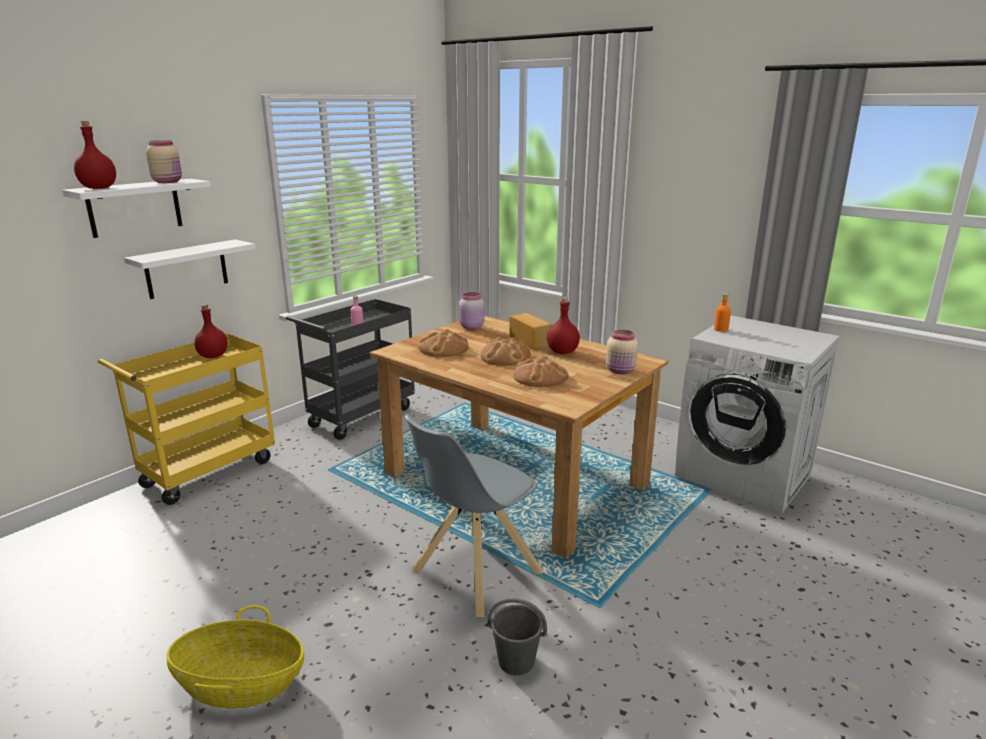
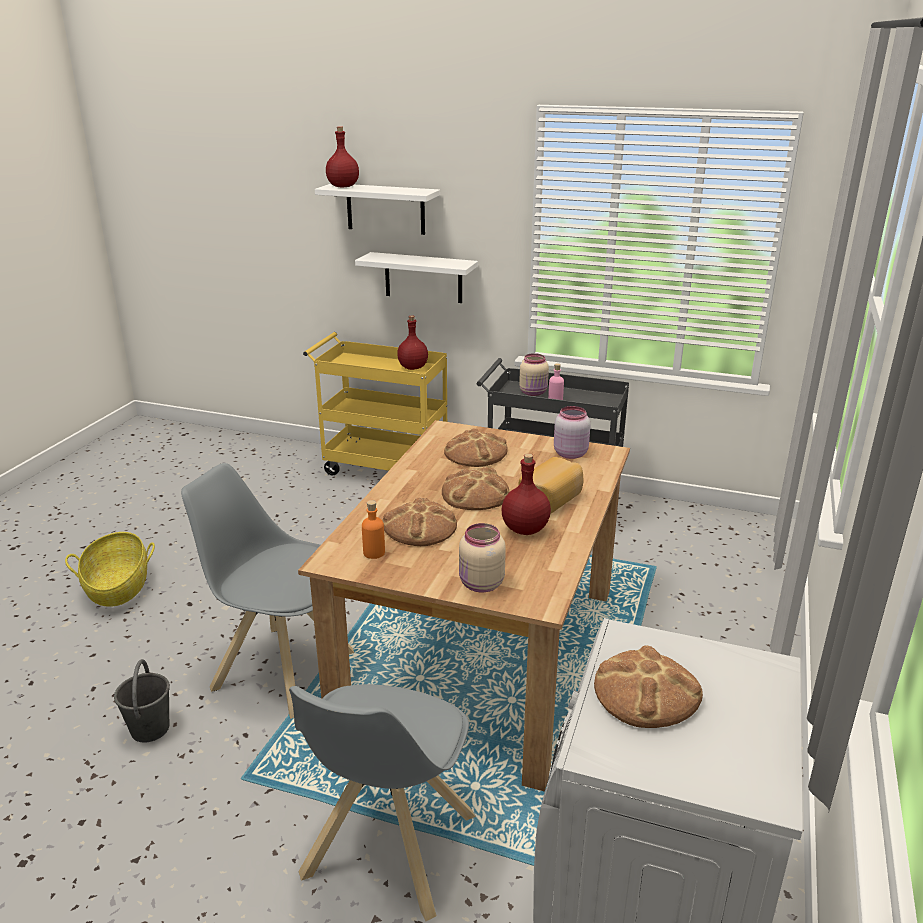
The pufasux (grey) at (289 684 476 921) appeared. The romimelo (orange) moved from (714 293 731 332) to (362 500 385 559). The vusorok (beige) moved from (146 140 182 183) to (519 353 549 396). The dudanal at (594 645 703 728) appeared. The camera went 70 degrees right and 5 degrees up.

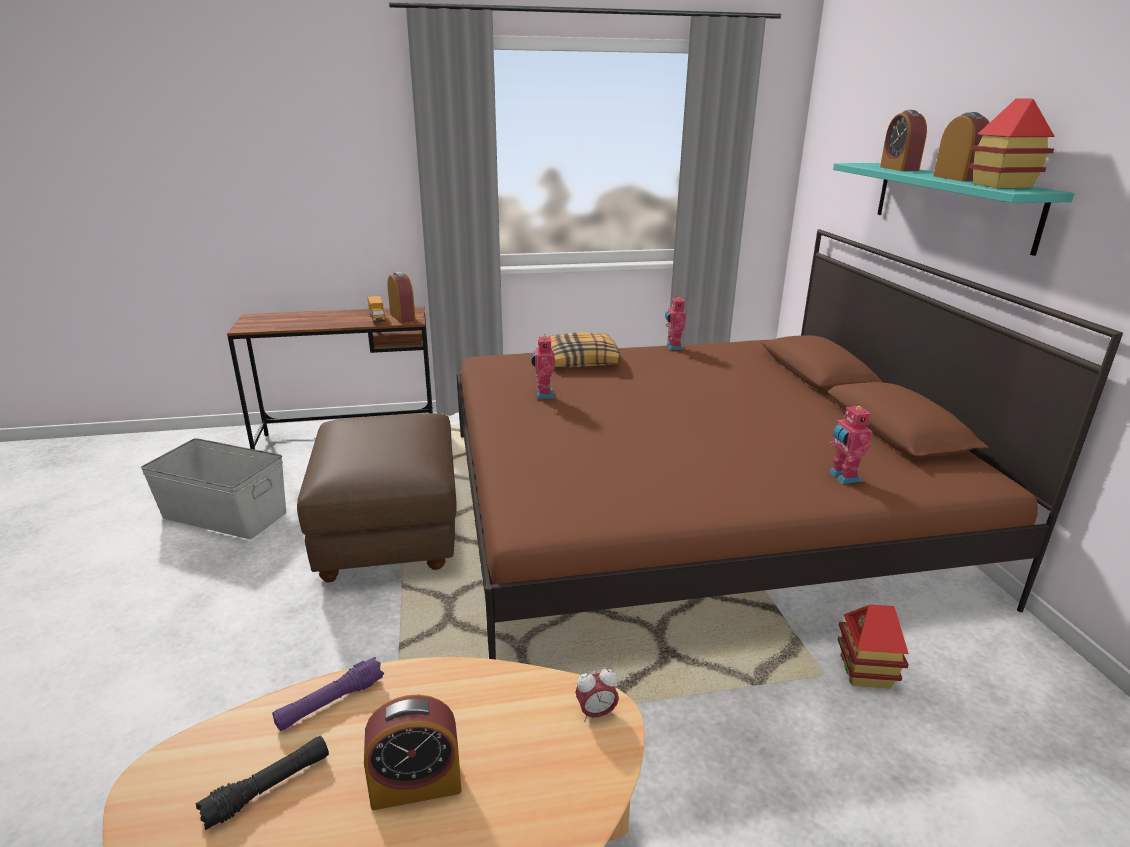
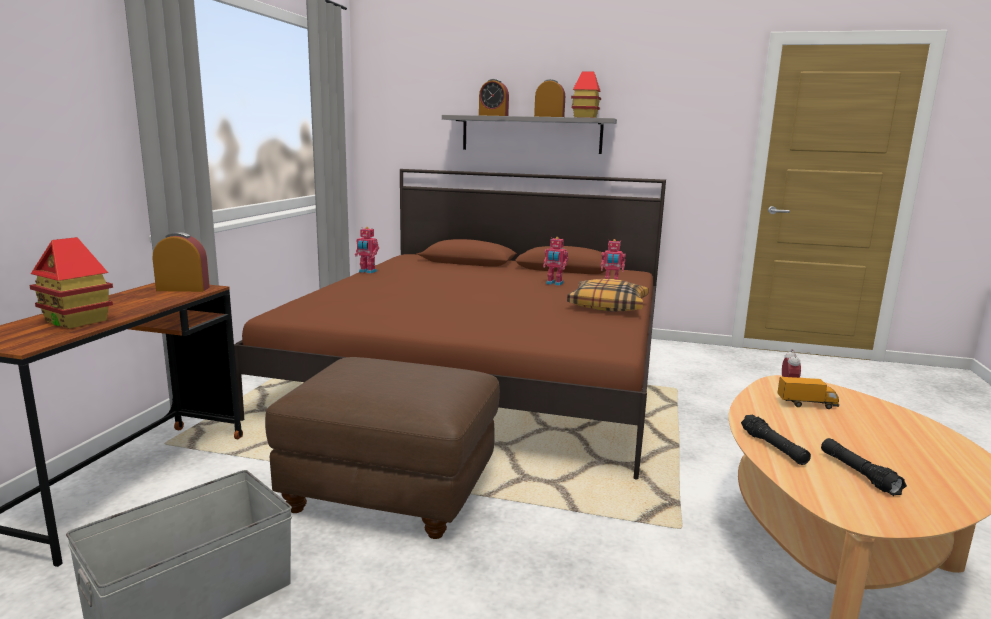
The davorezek moved from (838 605 909 688) to (29 237 113 329). The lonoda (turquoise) at (833 163 1075 256) became the lonoda (grey) at (442 115 617 154). The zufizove moved from (531 334 555 399) to (543 237 568 286). The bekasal moved from (547 332 621 367) to (567 279 649 312). The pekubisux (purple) at (272 657 384 731) became the pekubisux (black) at (741 414 811 465). The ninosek moved from (367 296 386 323) to (777 377 839 409). The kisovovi at (364 694 461 810) disappeared. The camera went 65 degrees left and 10 degrees down.

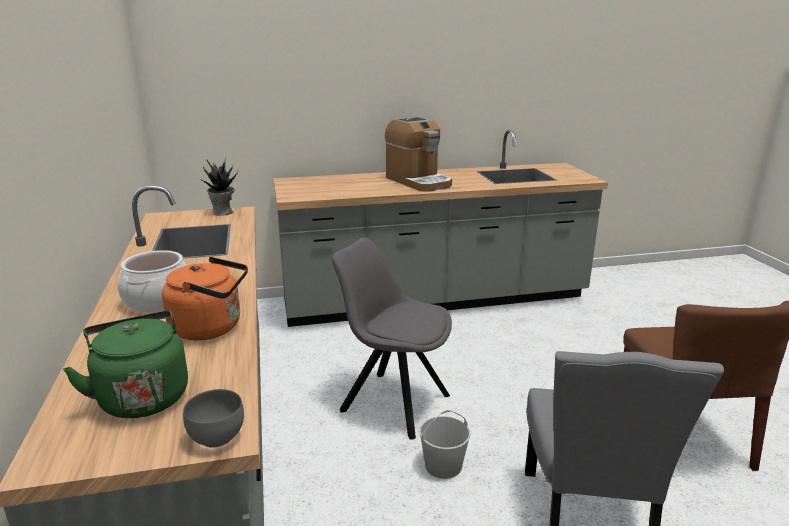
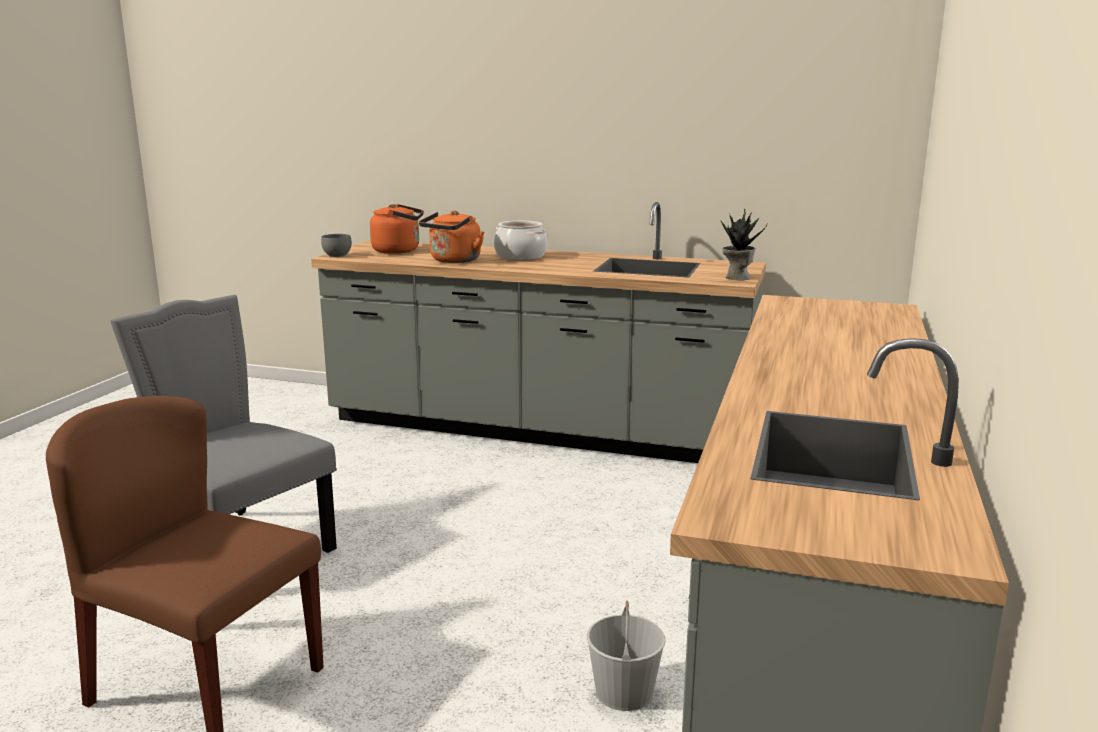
The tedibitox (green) at (63 311 188 418) became the tedibitox (orange) at (370 204 424 254). The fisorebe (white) moved from (419 410 471 479) to (587 600 666 711). The pufasux (grey) at (332 237 452 440) disappeared. The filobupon at (385 117 452 191) disappeared. The camera went 120 degrees right and 5 degrees down.

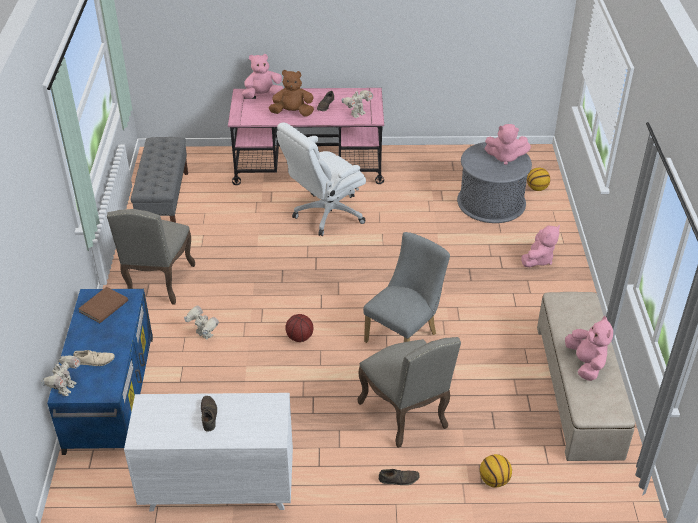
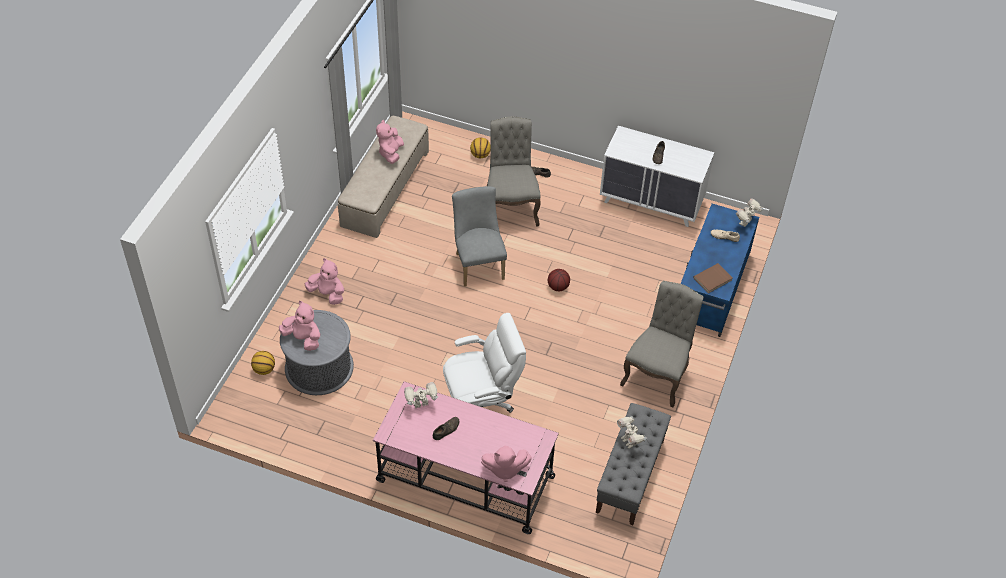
The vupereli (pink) at (521 225 560 267) turned 60 degrees clockwise. The pufasux (grey) at (363 232 450 343) turned 105 degrees clockwise. The zufizove moved from (184 305 219 340) to (617 416 647 449). The vupereli (brown) at (269 70 314 116) disappeared. The camera went 160 degrees left and 10 degrees up.

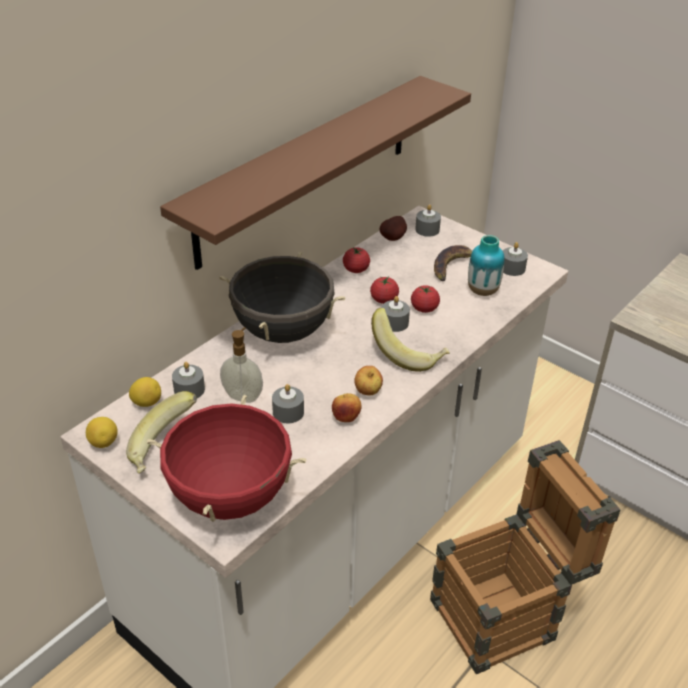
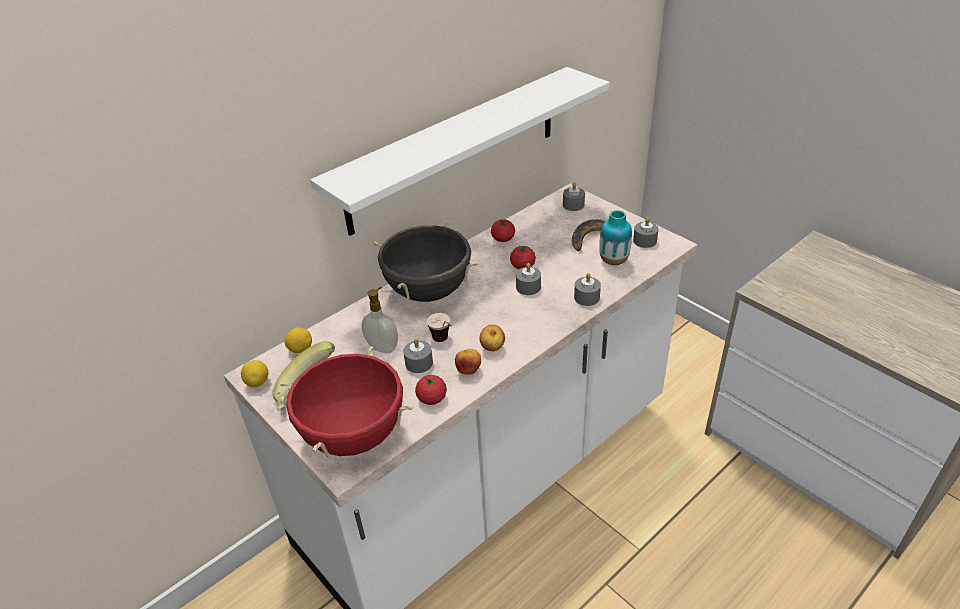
The lonoda (brown) at (160 76 471 270) became the lonoda (white) at (310 67 610 236). The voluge moved from (411 285 440 313) to (415 375 447 405). The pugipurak at (427 313 452 342) appeared. The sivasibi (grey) moved from (172 362 205 398) to (574 273 601 306). The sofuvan at (371 308 450 372) disappeared. The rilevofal at (380 216 407 241) disappeared. The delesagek at (430 440 620 674) disappeared. The camera went 10 degrees right and 0 degrees up.

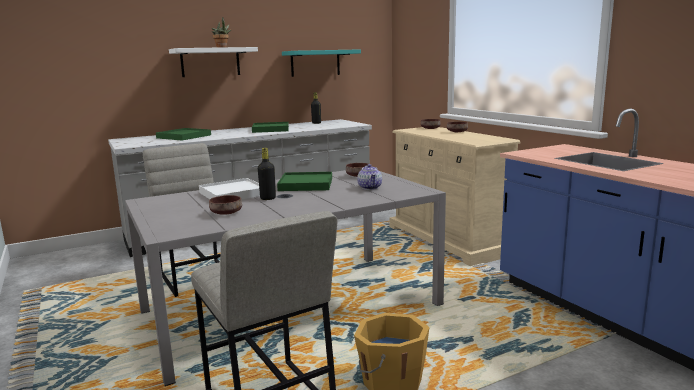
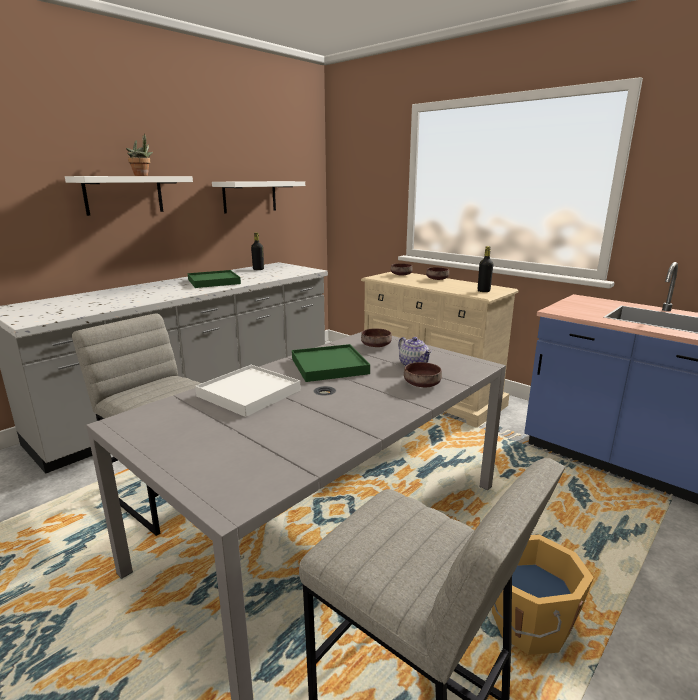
The lonoda (turquoise) at (282 49 361 77) became the lonoda (white) at (212 181 305 213). The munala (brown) moved from (209 195 242 215) to (404 362 442 387). The romimelo (black) moved from (258 148 276 200) to (478 246 493 292). The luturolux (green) at (156 128 211 140) disappeared. The camera went 20 degrees left and 5 degrees up.

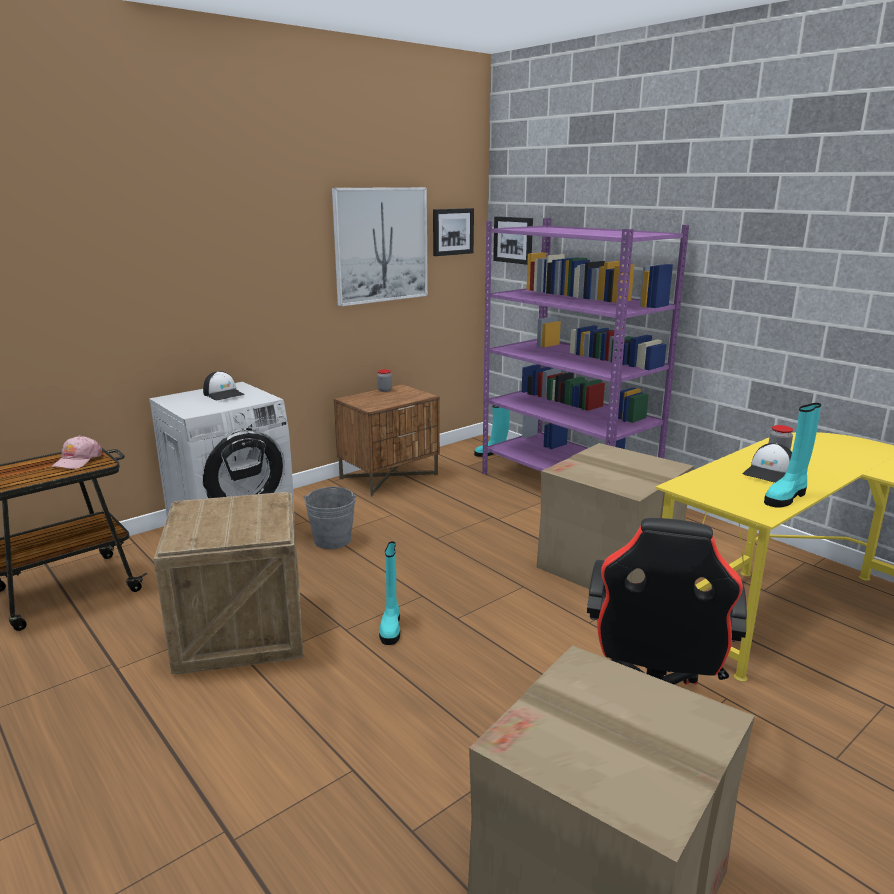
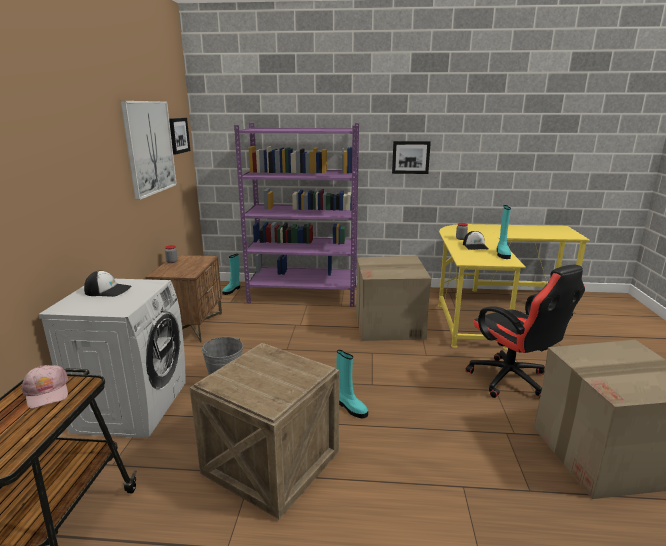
The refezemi moved from (493 216 533 265) to (392 141 431 174). The camera went 45 degrees left and 0 degrees up.

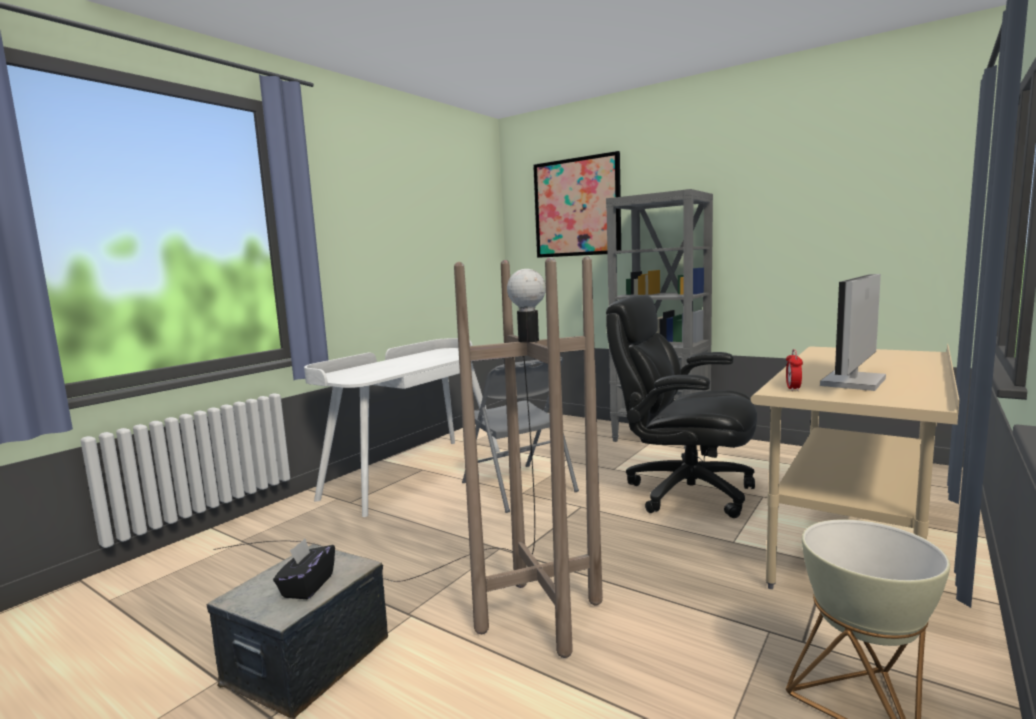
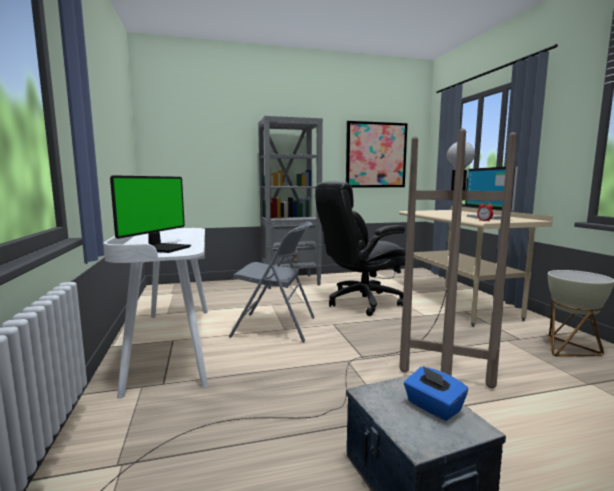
The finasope at (110 175 191 253) appeared. The refezemi moved from (533 151 621 258) to (346 121 408 188). The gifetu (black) at (273 539 335 599) became the gifetu (blue) at (404 366 468 421). The camera went 50 degrees left and 0 degrees up.

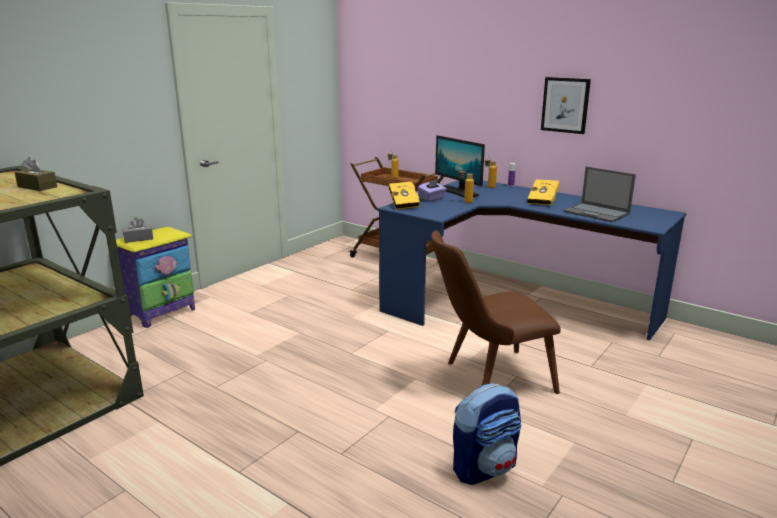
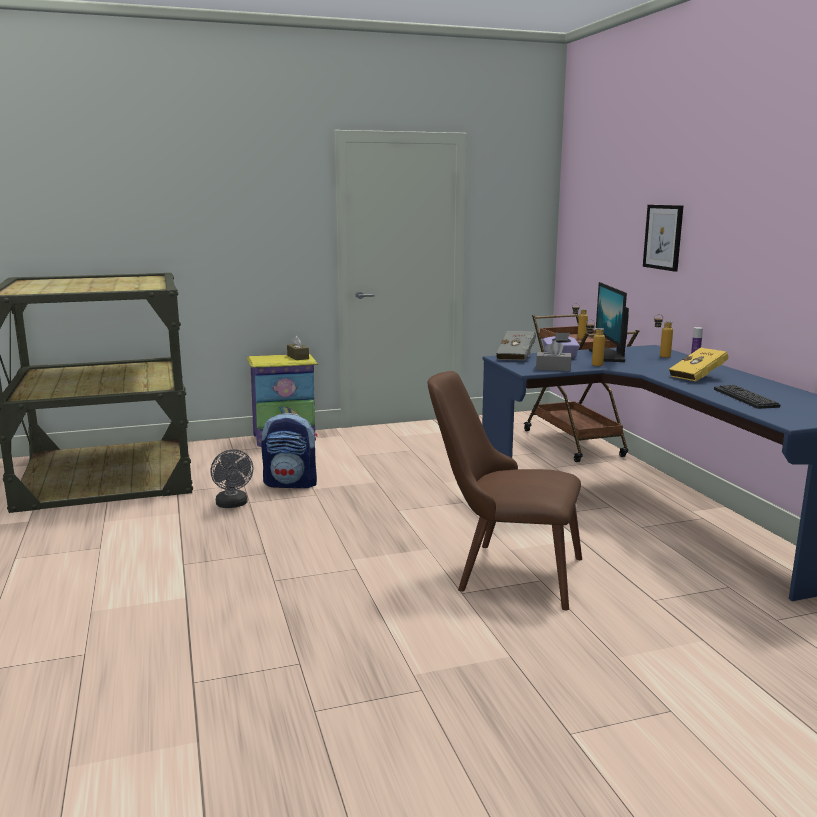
The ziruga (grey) at (210 449 253 508) appeared. The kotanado moved from (453 383 521 485) to (261 413 317 488). The gifetu (brown) moved from (14 157 57 191) to (287 336 309 360). The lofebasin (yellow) at (389 181 420 210) became the lofebasin (grey) at (496 331 536 361). The gifetu (grey) moved from (123 217 153 243) to (536 340 572 371). The refezemi moved from (541 77 591 134) to (643 205 683 272). The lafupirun at (563 167 636 222) was replaced by the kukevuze at (714 385 780 409). The camera went 35 degrees right and 5 degrees down.

